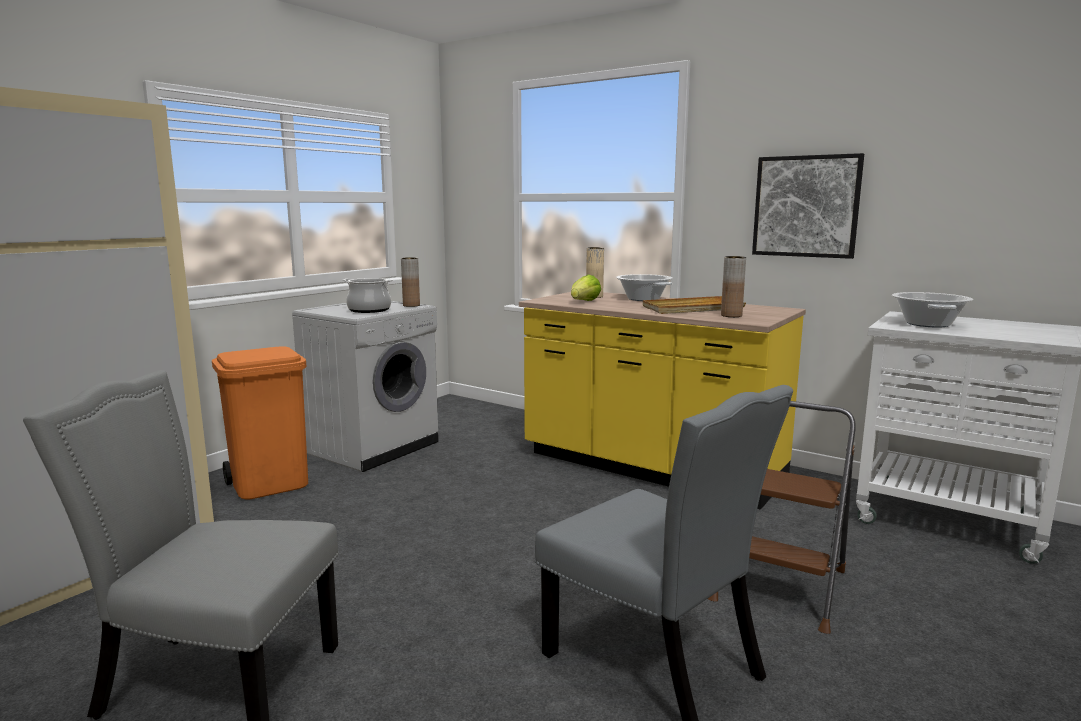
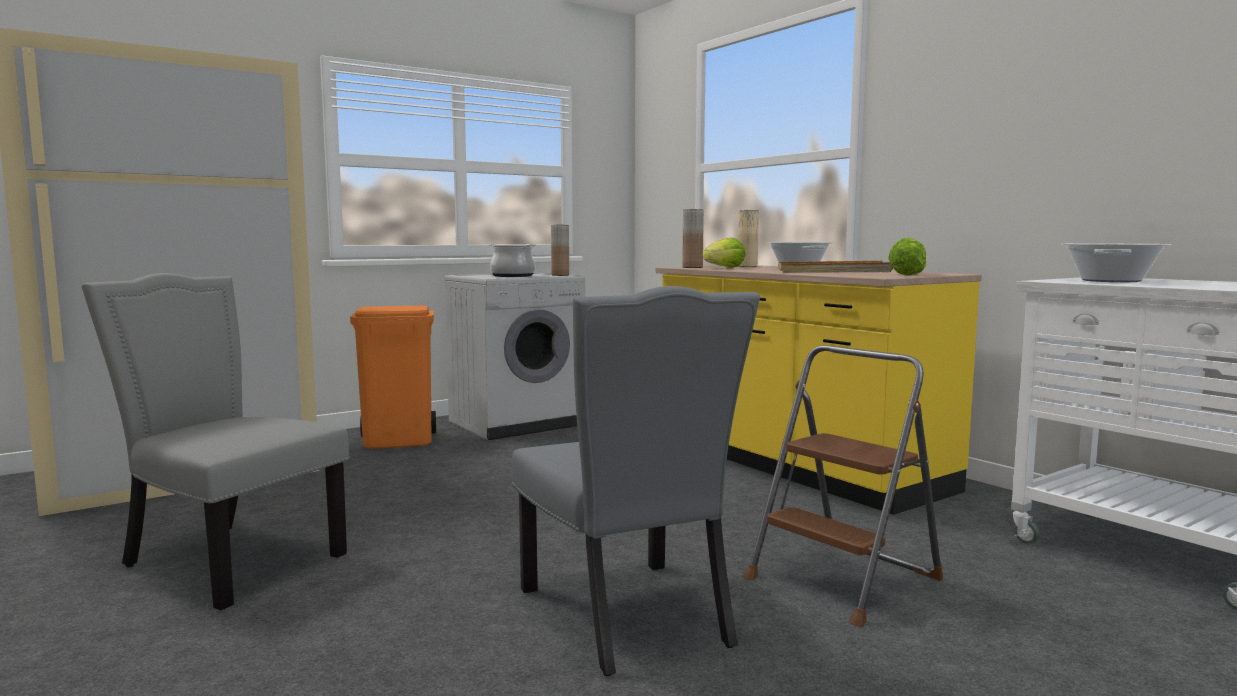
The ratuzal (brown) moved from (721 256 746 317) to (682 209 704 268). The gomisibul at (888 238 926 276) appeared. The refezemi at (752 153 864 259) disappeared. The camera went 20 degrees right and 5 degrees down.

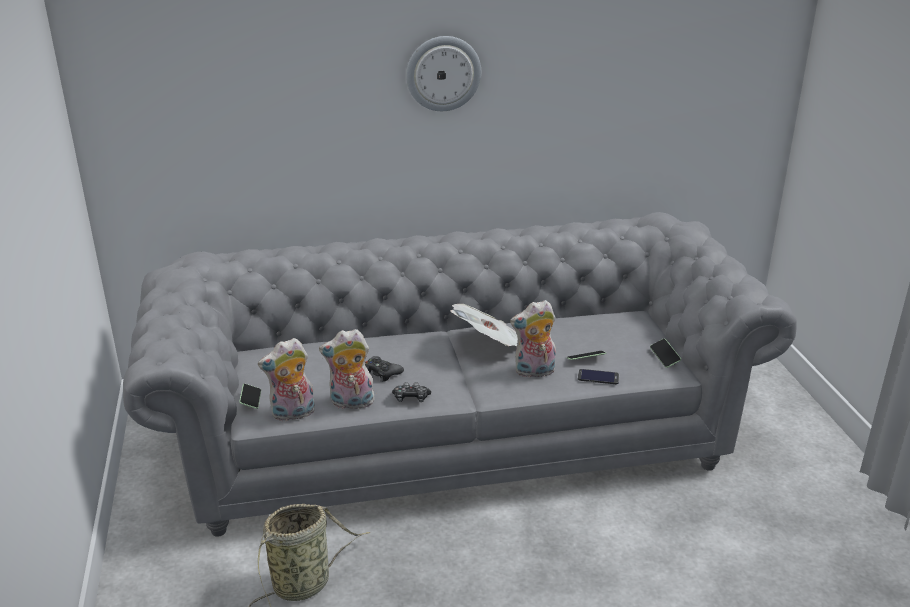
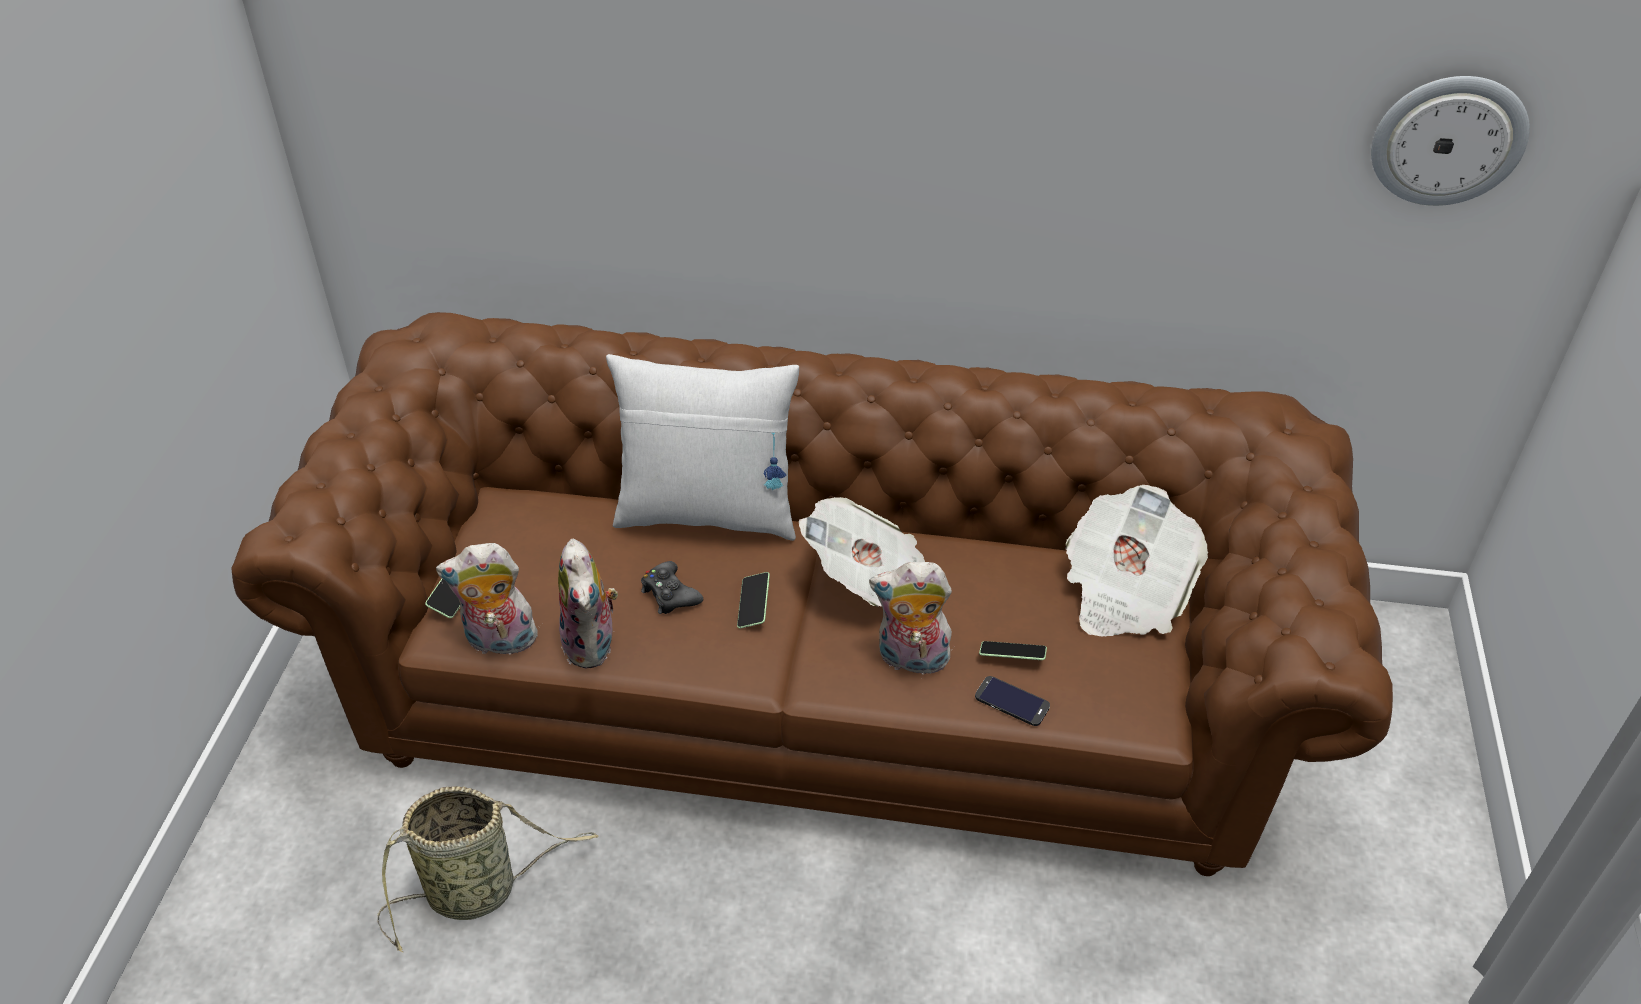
The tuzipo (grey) at (123 212 797 537) became the tuzipo (brown) at (231 312 1393 876). The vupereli at (319 329 375 409) turned 120 degrees counterclockwise. The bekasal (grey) at (606 354 799 541) appeared. The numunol moved from (650 338 681 368) to (737 572 770 629). The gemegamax at (1065 485 1208 637) appeared. The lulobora moved from (406 36 481 111) to (1371 76 1530 206). The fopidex at (392 382 431 402) disappeared. The camera went 20 degrees right and 15 degrees up.

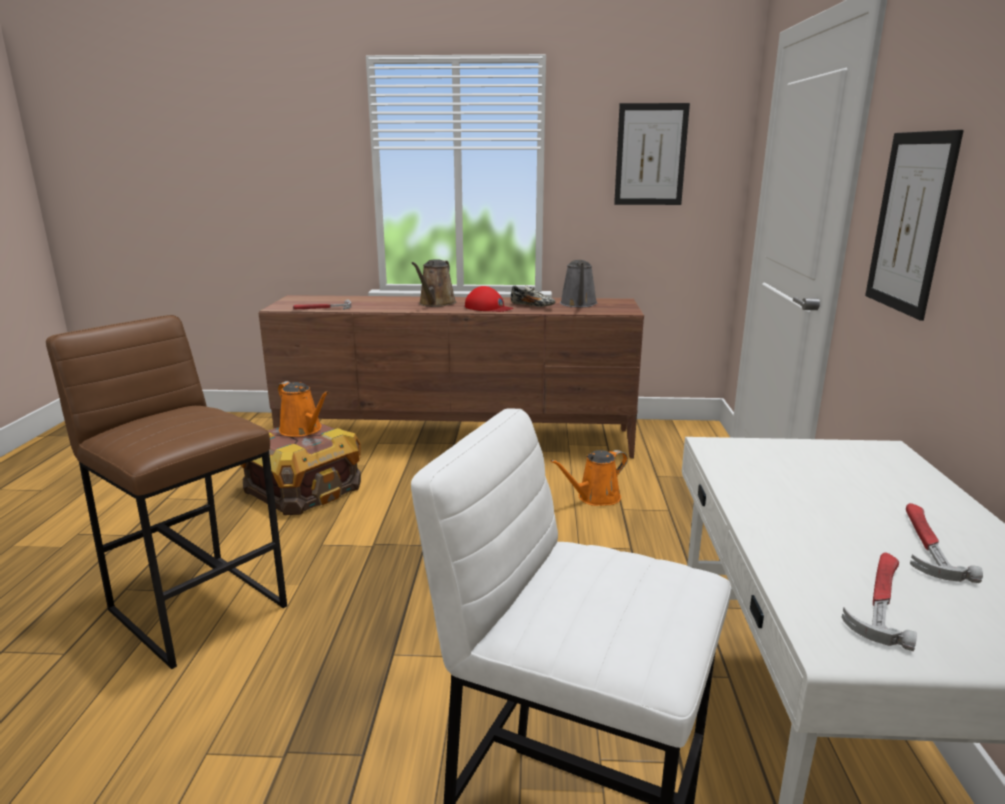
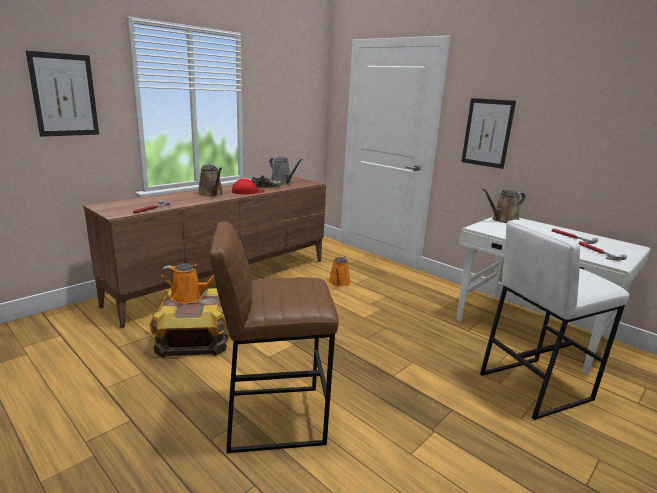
The refezemi moved from (614 103 690 205) to (26 50 99 137). The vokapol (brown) at (482 189 526 223) appeared. The camera went 50 degrees left and 0 degrees up.

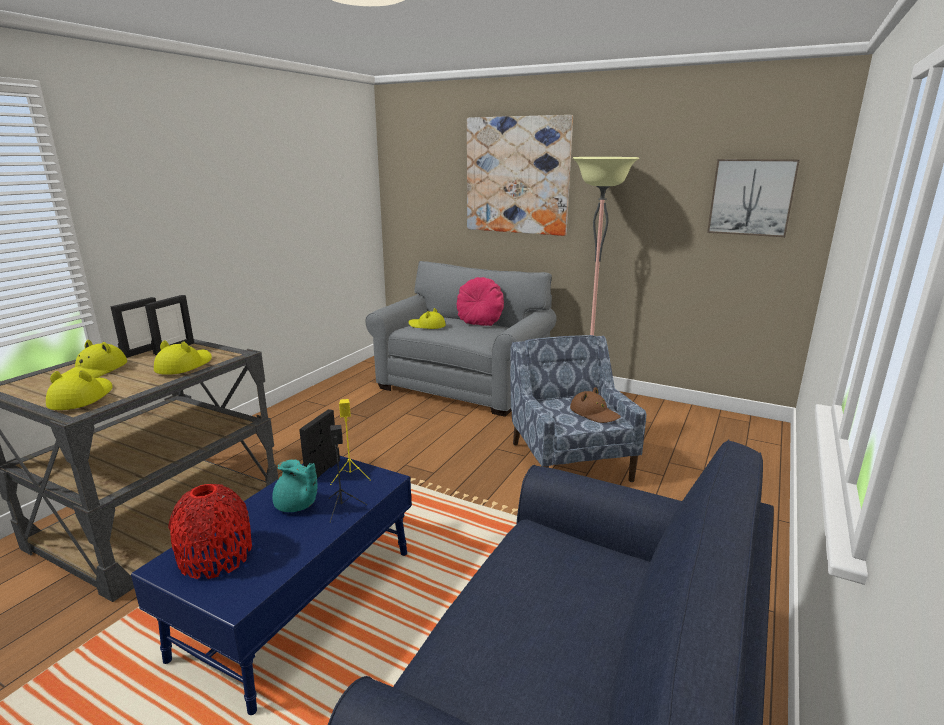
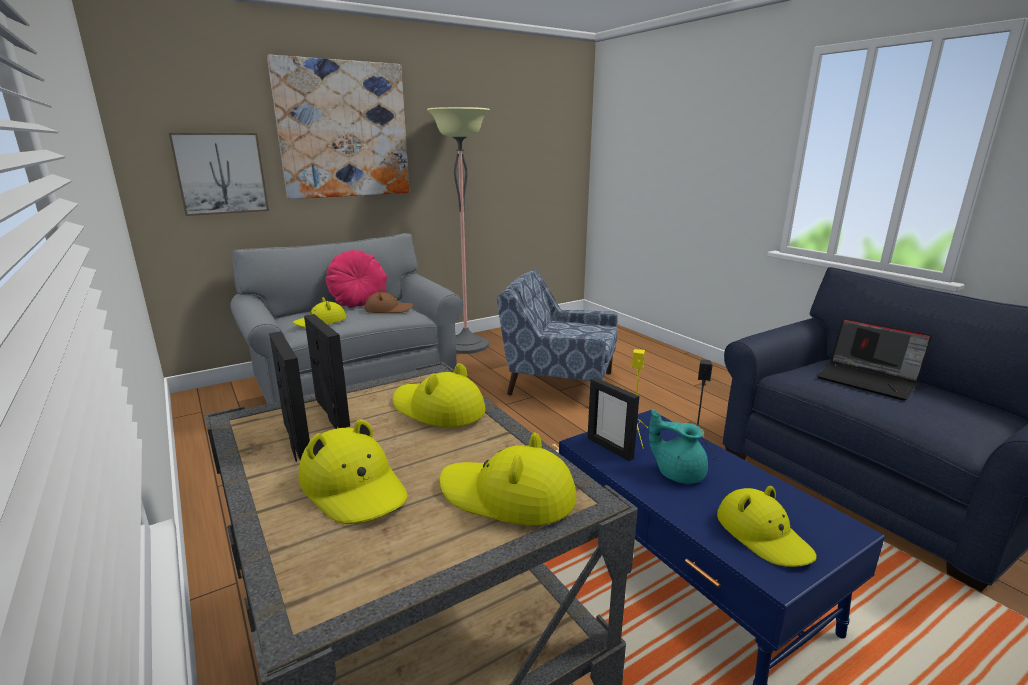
The refezemi moved from (707 159 800 237) to (169 133 269 216). The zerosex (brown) moved from (570 387 621 423) to (365 288 413 313). The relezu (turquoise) at (272 459 318 512) turned 120 degrees counterclockwise. The ratuzal (red) at (168 484 252 579) was replaced by the zerosex (yellow) at (717 486 816 567). The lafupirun at (816 318 932 401) appeared. The camera went 60 degrees left and 0 degrees up.

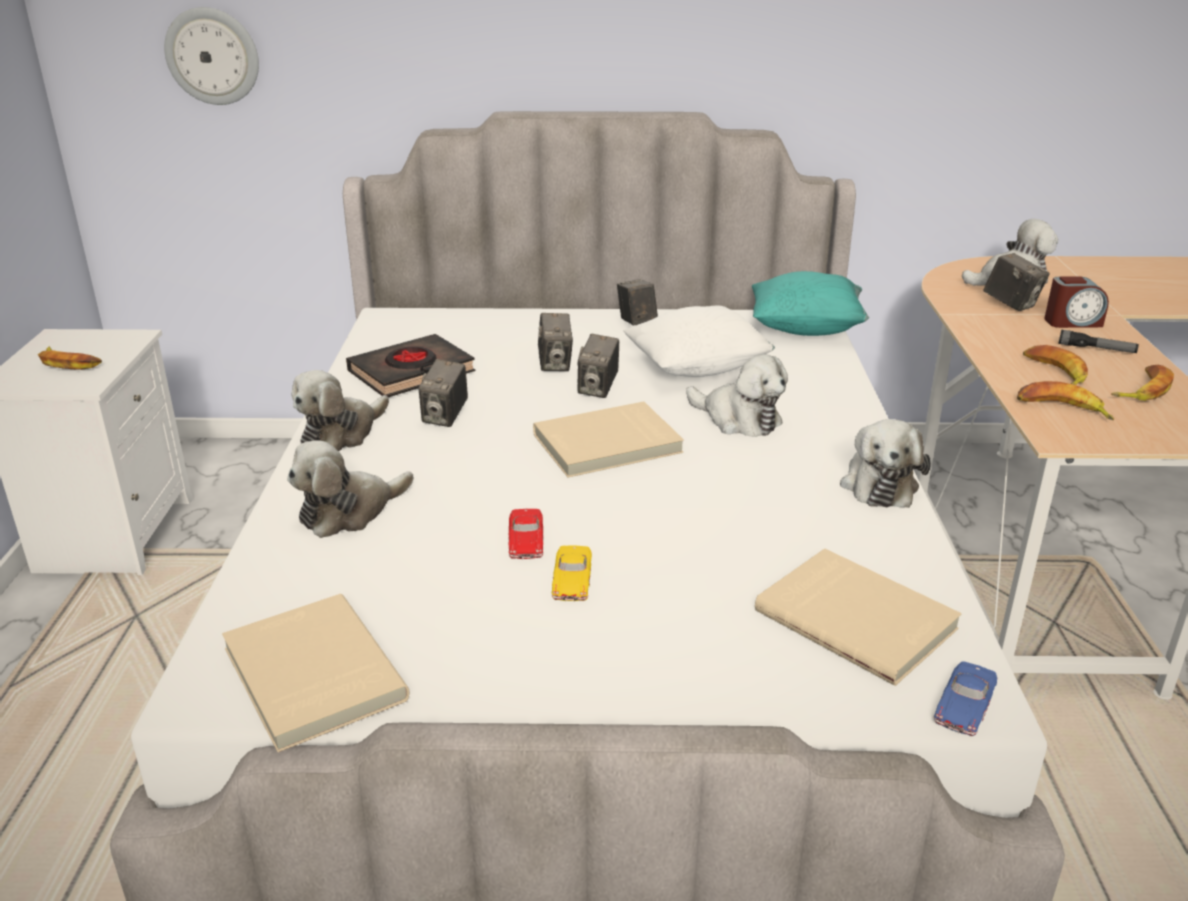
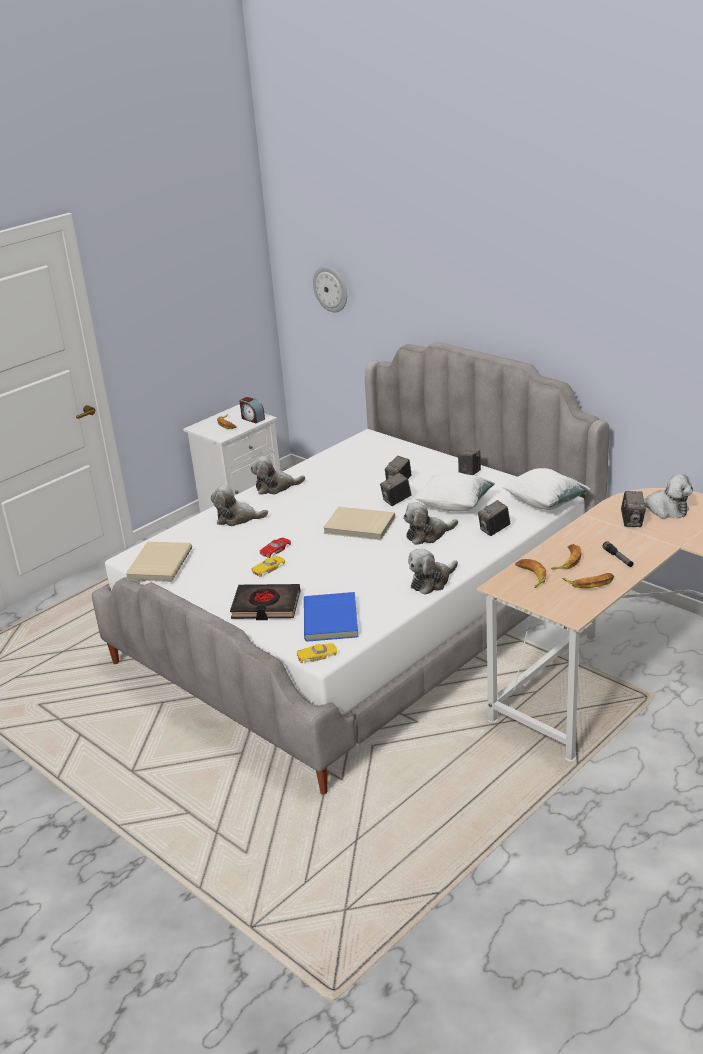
The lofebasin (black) moved from (346 334 476 397) to (230 584 300 620). The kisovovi moved from (1044 276 1109 328) to (240 397 265 423). The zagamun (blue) at (934 661 997 736) became the zagamun (yellow) at (297 643 337 663). The lofebasin (beige) at (755 549 962 686) became the lofebasin (blue) at (304 592 358 642). The vupereli at (686 354 788 437) turned 75 degrees clockwise. The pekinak moved from (419 359 468 427) to (478 500 510 536). The bekasal (turquoise) at (752 271 869 336) became the bekasal (white) at (502 468 590 510). The camera went 45 degrees right and 0 degrees up.

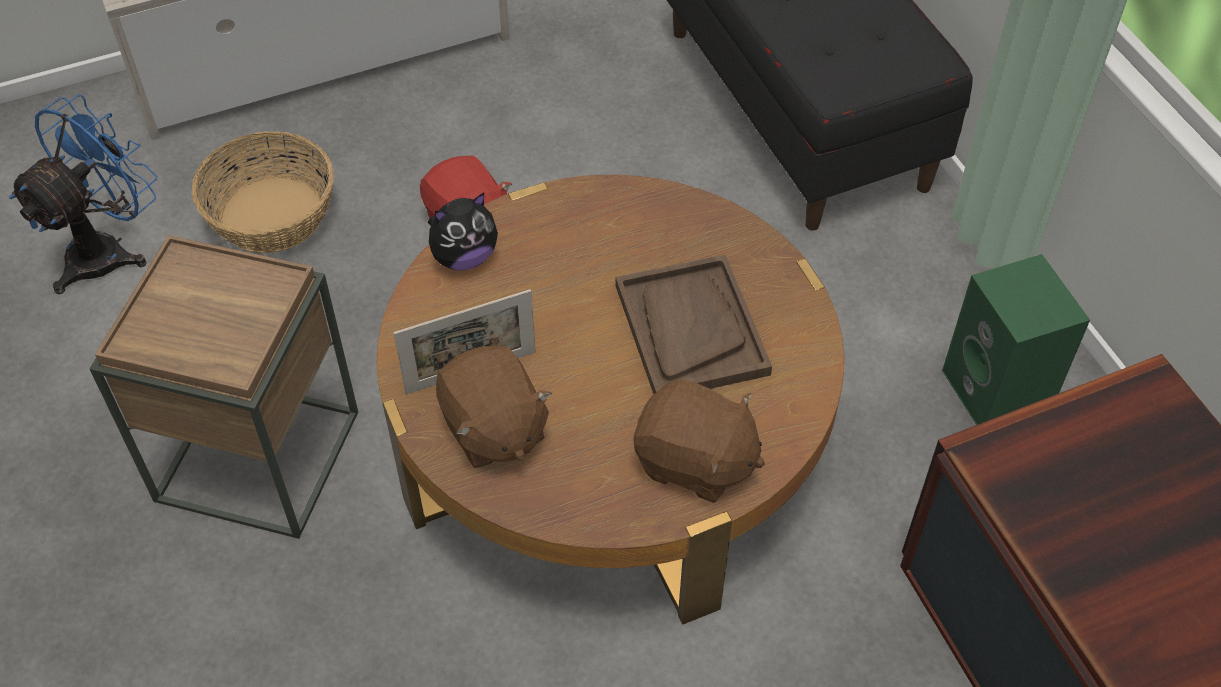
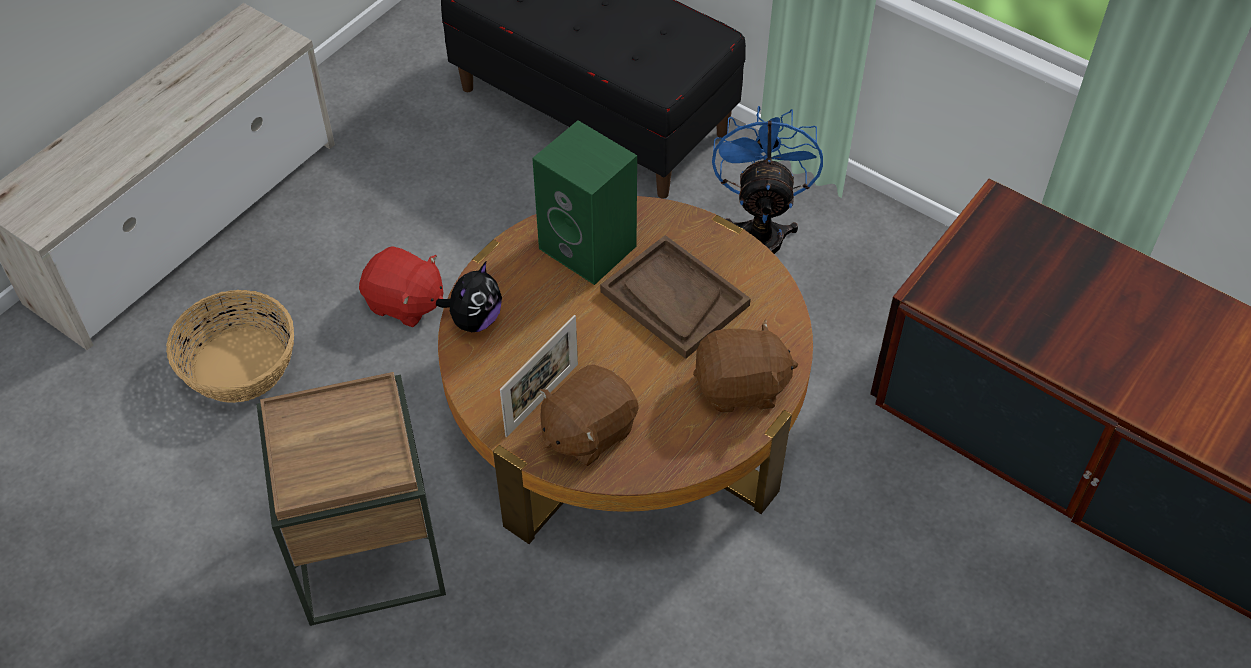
The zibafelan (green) moved from (942 254 1090 425) to (532 120 637 285). The vupereli (brown) at (436 346 552 468) turned 105 degrees clockwise. The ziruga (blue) moved from (9 95 157 294) to (712 106 823 254). The camera went 30 degrees left and 0 degrees up.

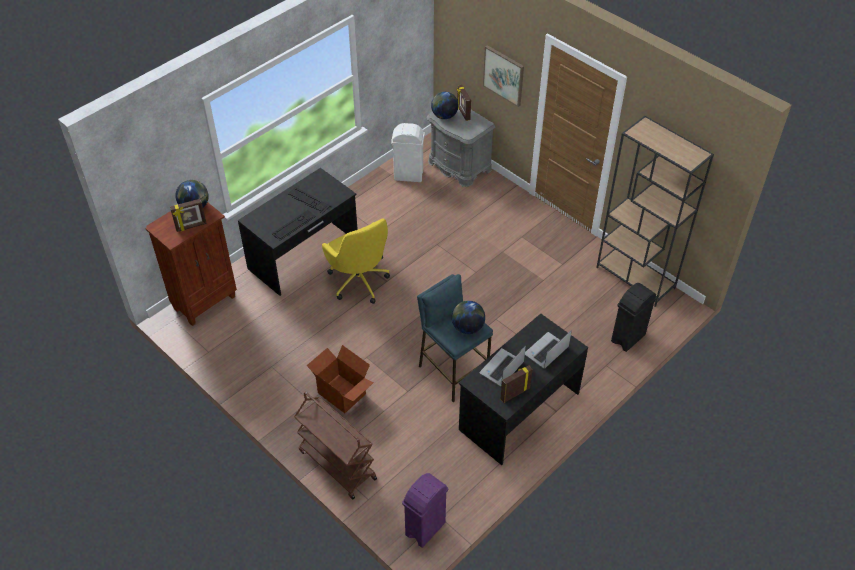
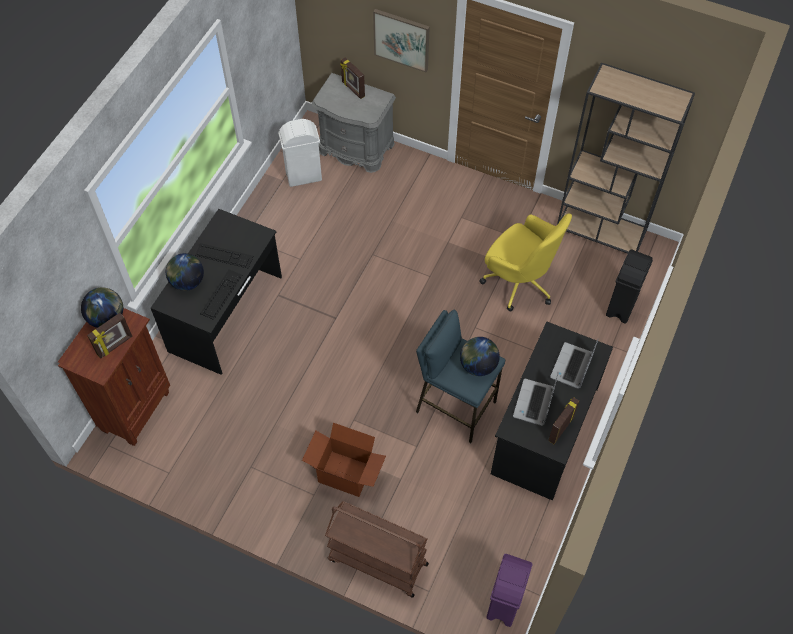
The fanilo moved from (431 92 458 119) to (166 253 204 291). The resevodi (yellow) moved from (322 219 390 304) to (479 213 572 312). The camera went 20 degrees left and 10 degrees up.

